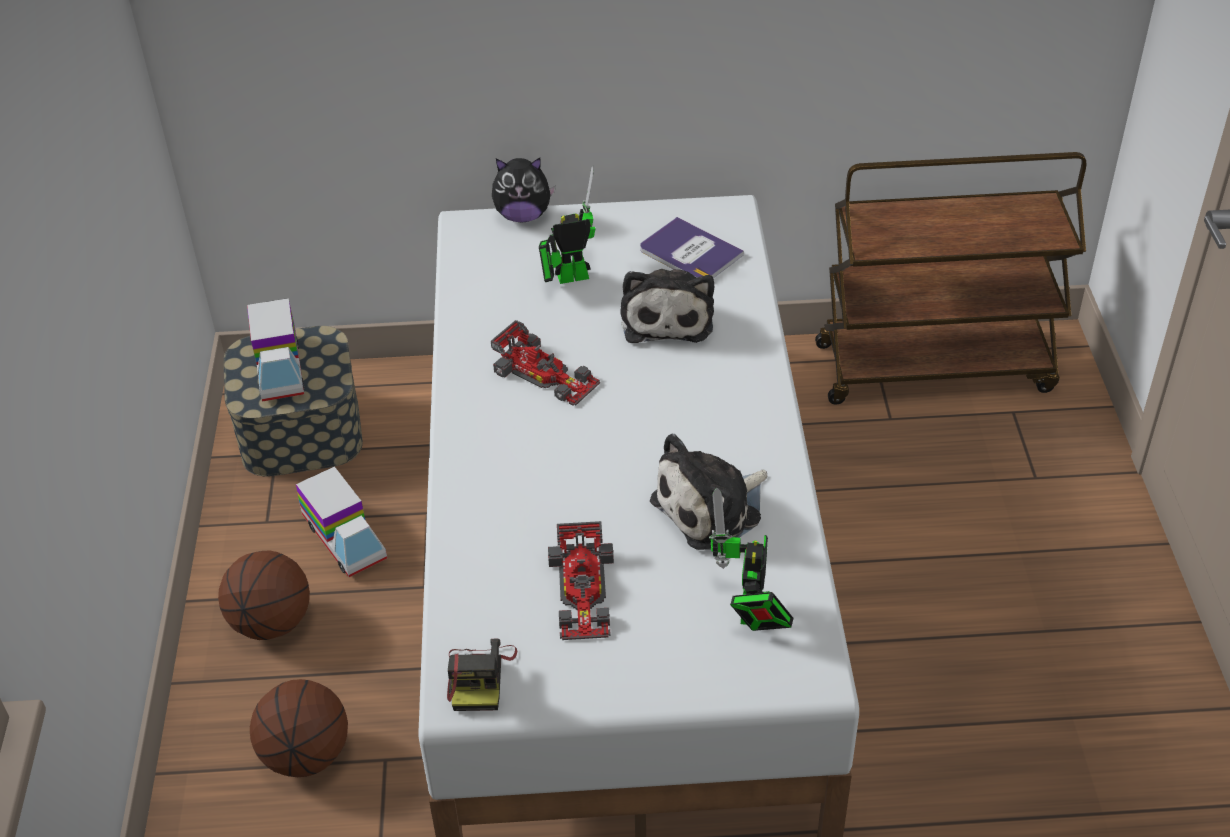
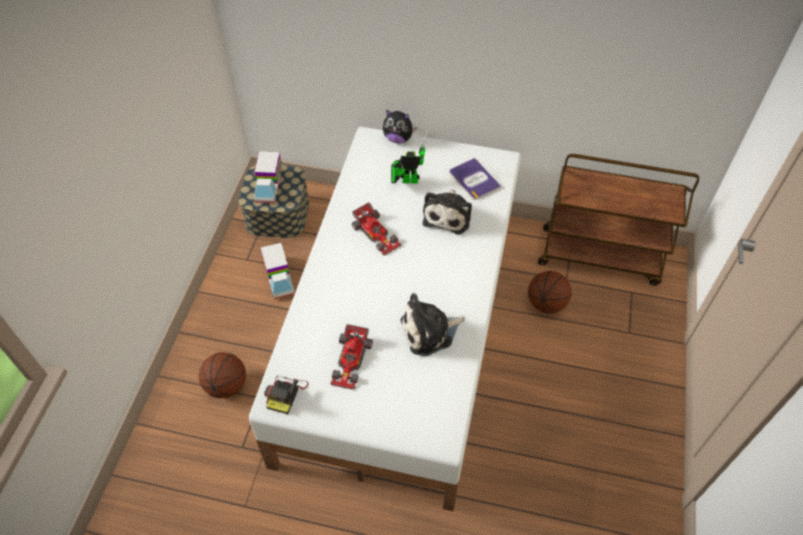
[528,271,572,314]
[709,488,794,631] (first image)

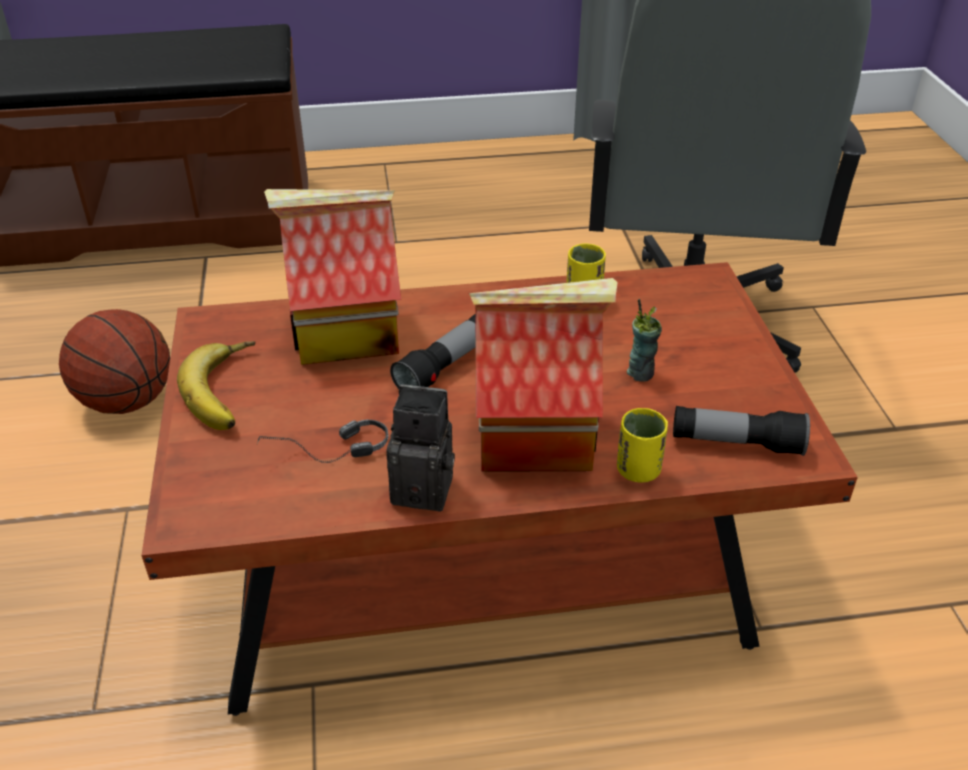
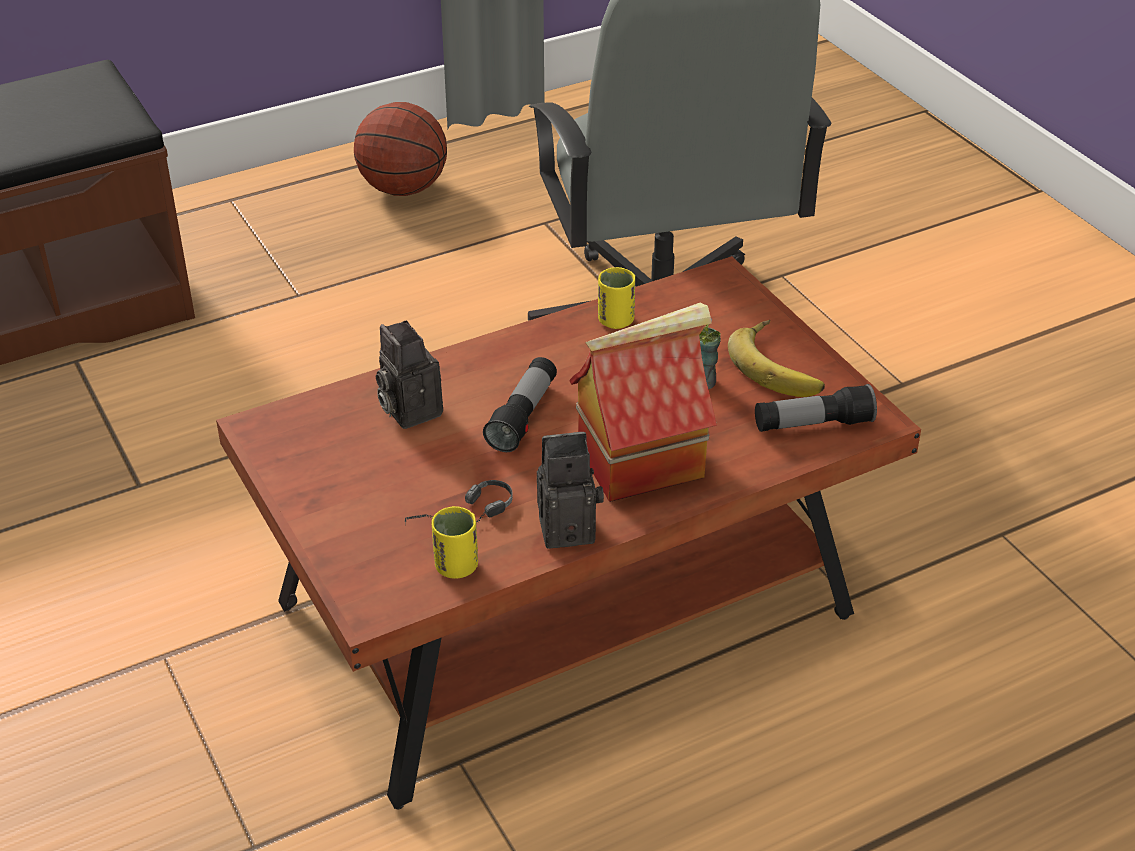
[354,102,447,196]
[728,320,825,397]
[376,320,443,429]
[432,506,478,579]

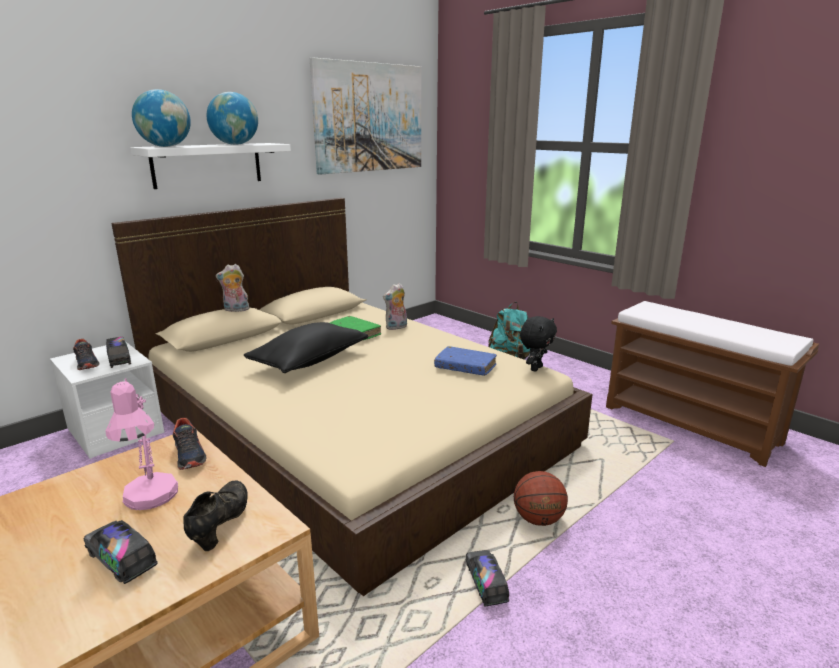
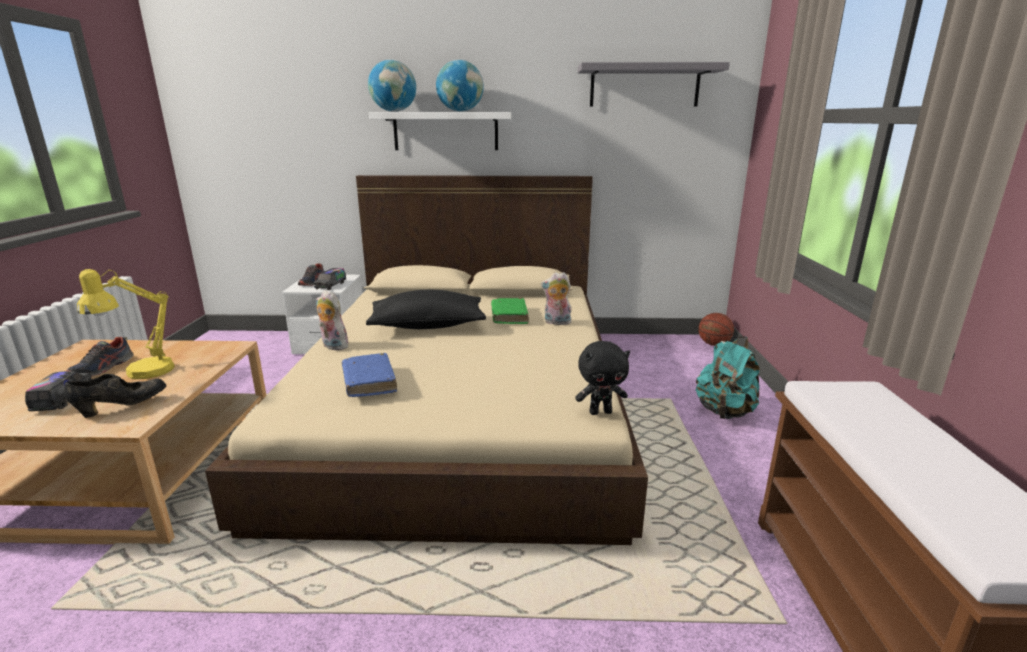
[77,269,174,379]
[66,337,134,377]
[316,290,349,350]
[577,62,730,106]
[342,353,397,397]
[465,550,509,606] (first image)
[699,313,734,346]

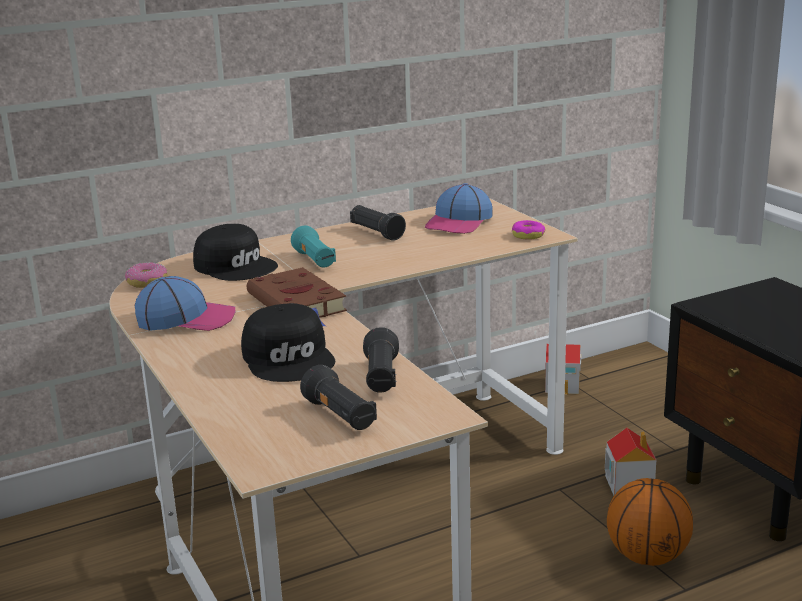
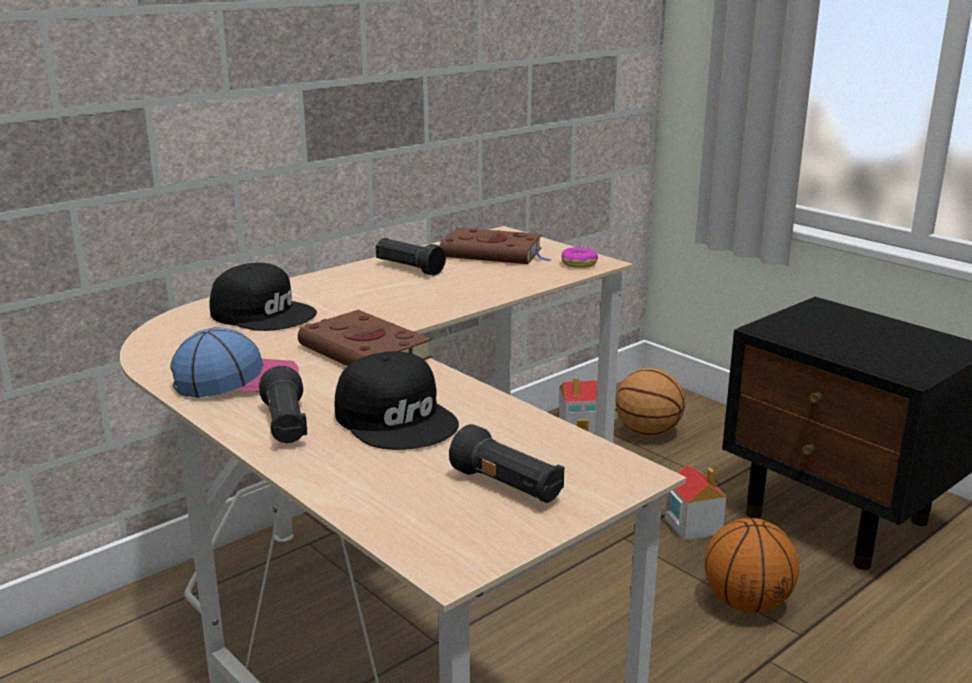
[125,262,167,288] (first image)
[291,225,336,268] (first image)
[259,366,308,443]
[440,227,552,264]
[616,368,685,437]

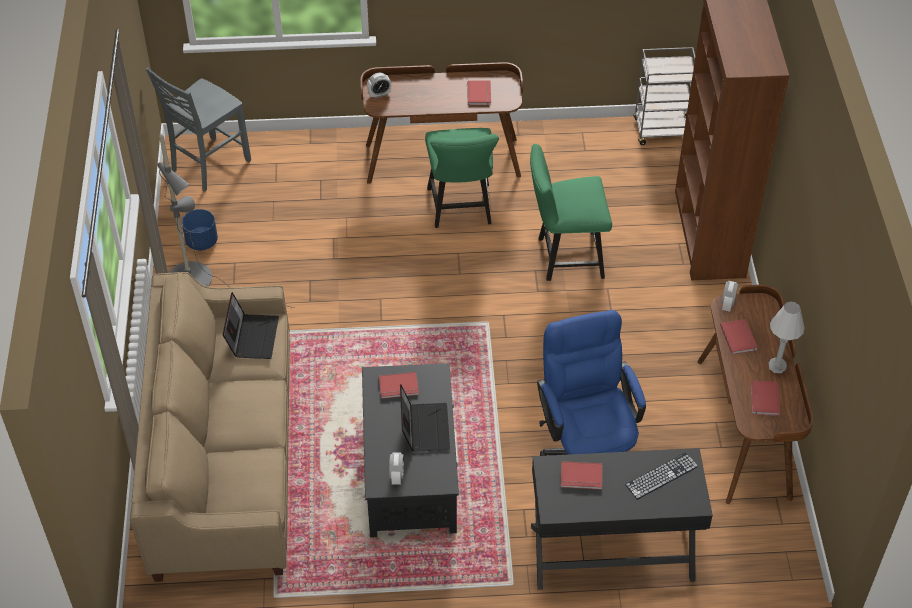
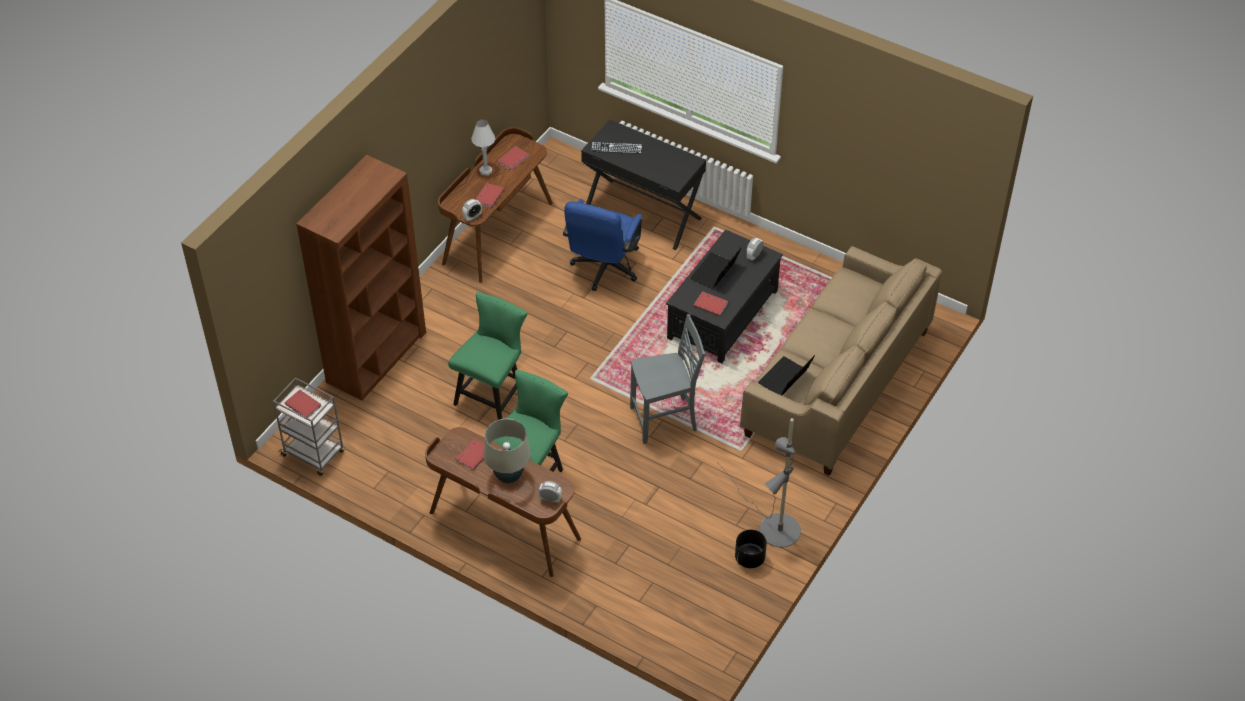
[630,314,705,444]
[735,529,767,568]
[448,292,527,420]
[285,390,321,418]
[484,419,531,483]

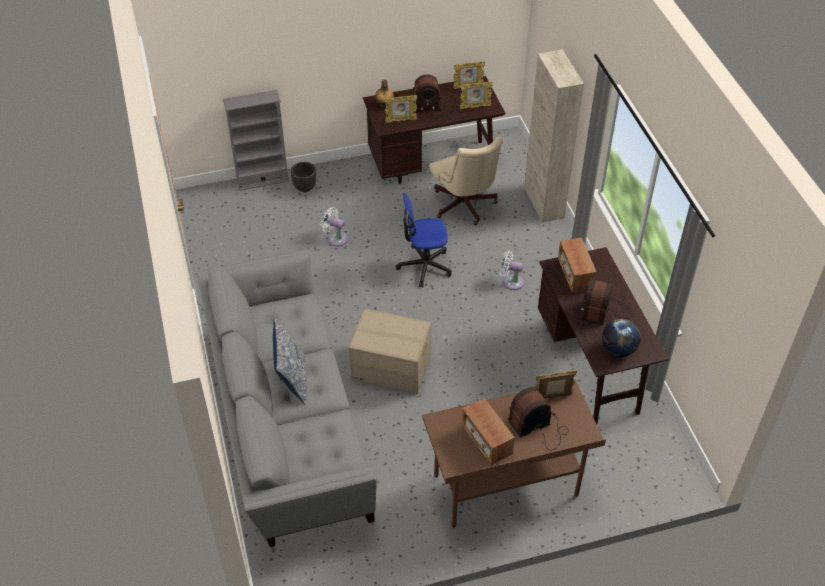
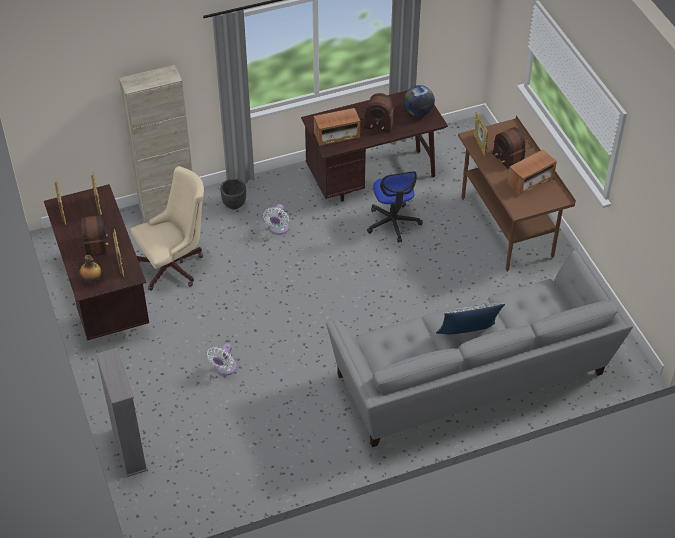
[220,179,246,209]
[348,309,431,394] (first image)
[367,171,423,243]

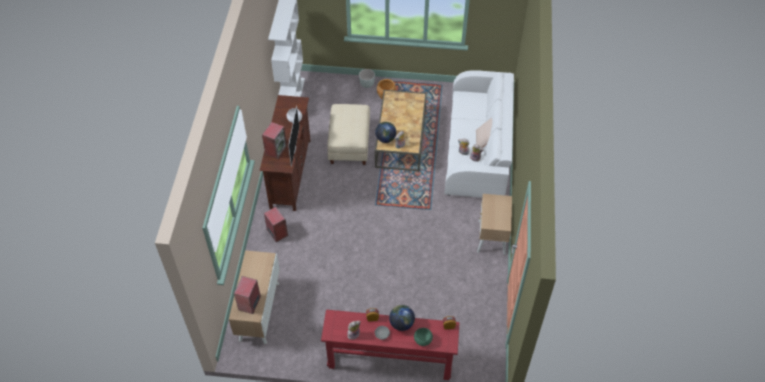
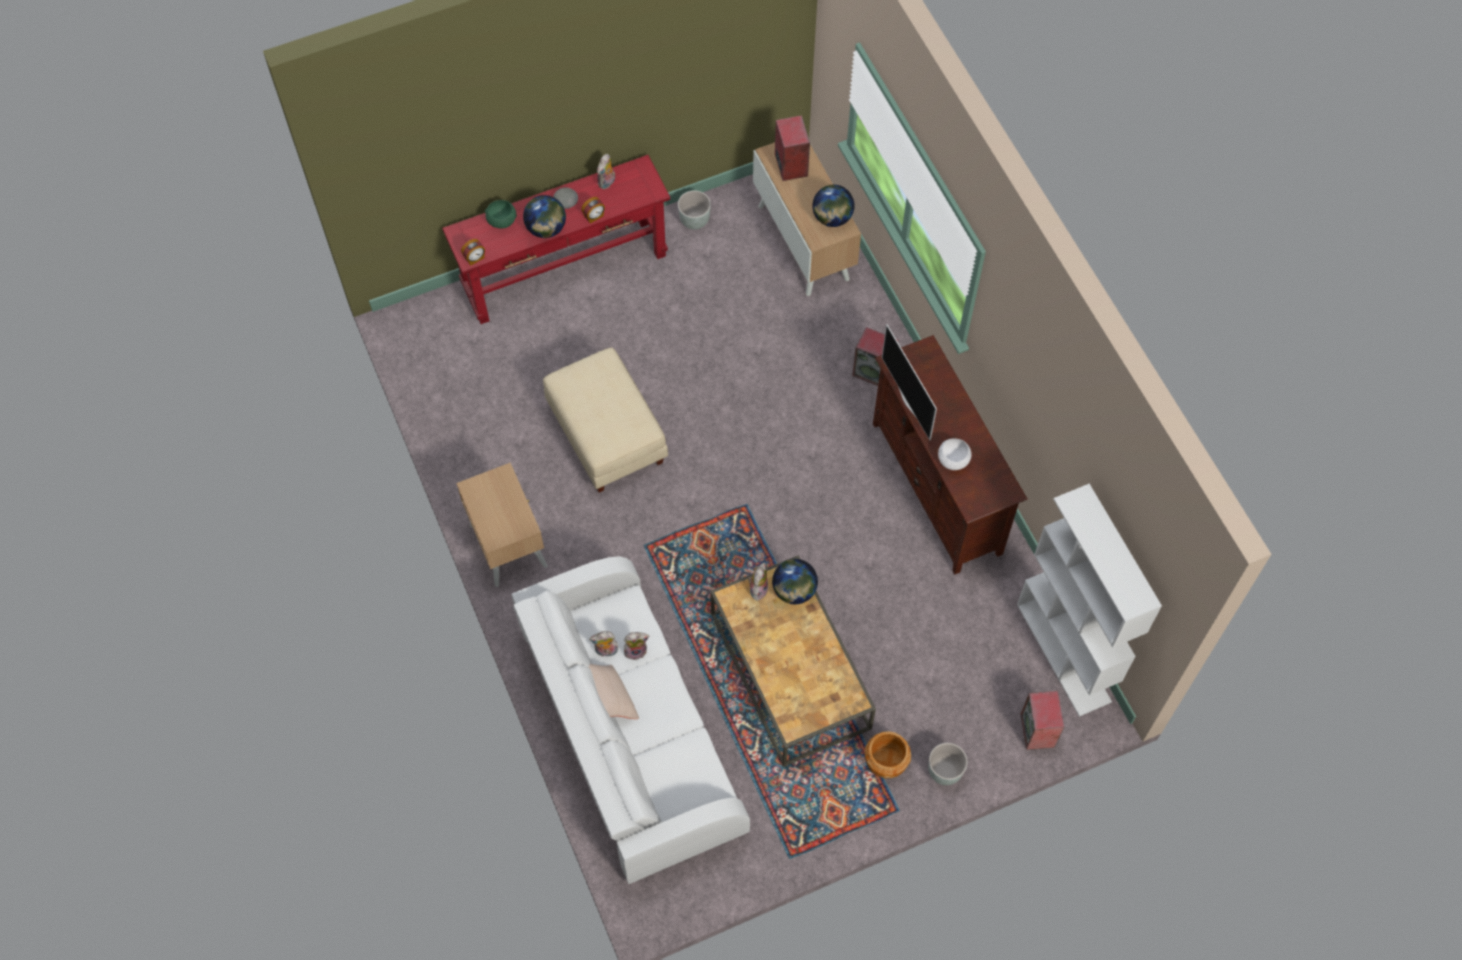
[1020,691,1064,750]
[543,347,668,493]
[678,191,711,230]
[812,185,855,227]

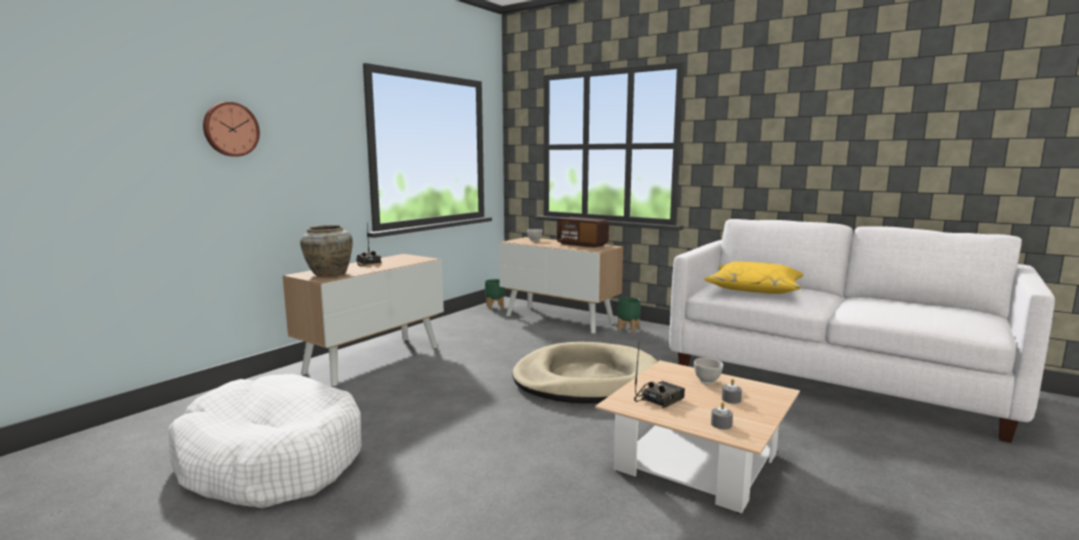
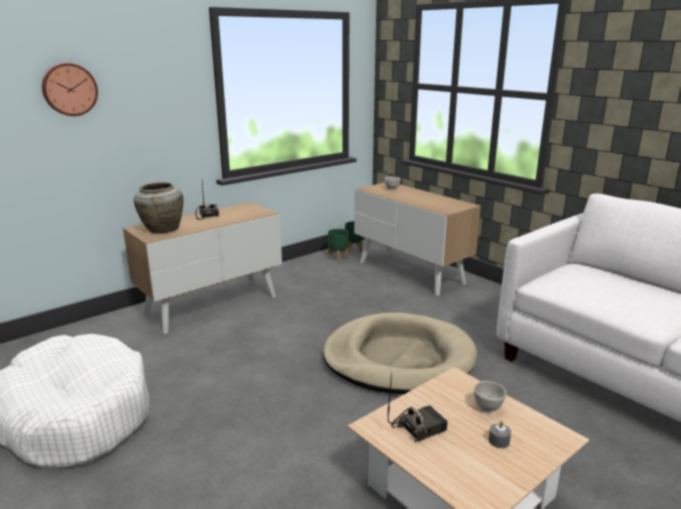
[557,217,609,248] (first image)
[328,229,348,262]
[704,261,804,294] (first image)
[711,402,733,430] (first image)

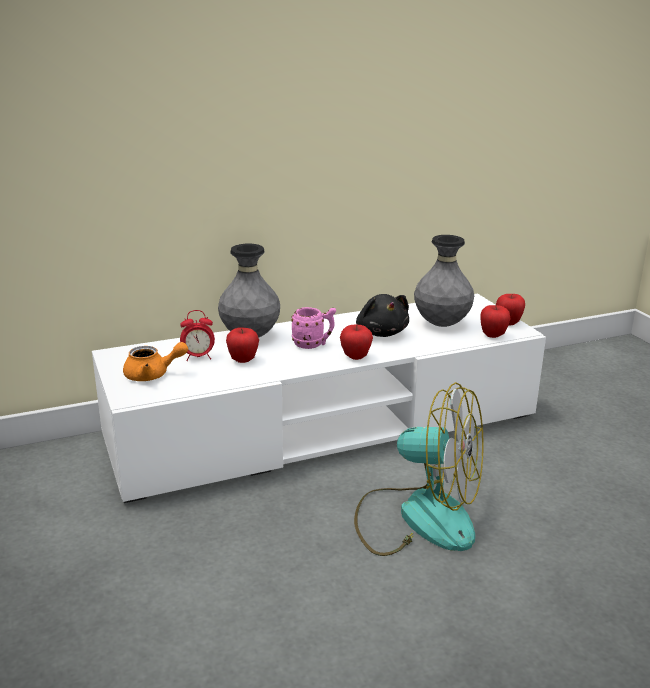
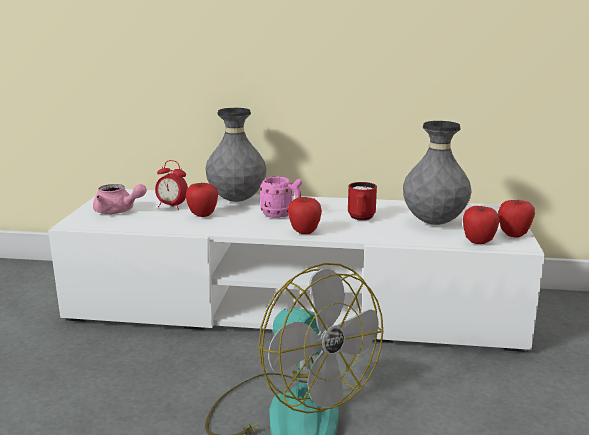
[93,184,147,214]
[348,182,377,220]

